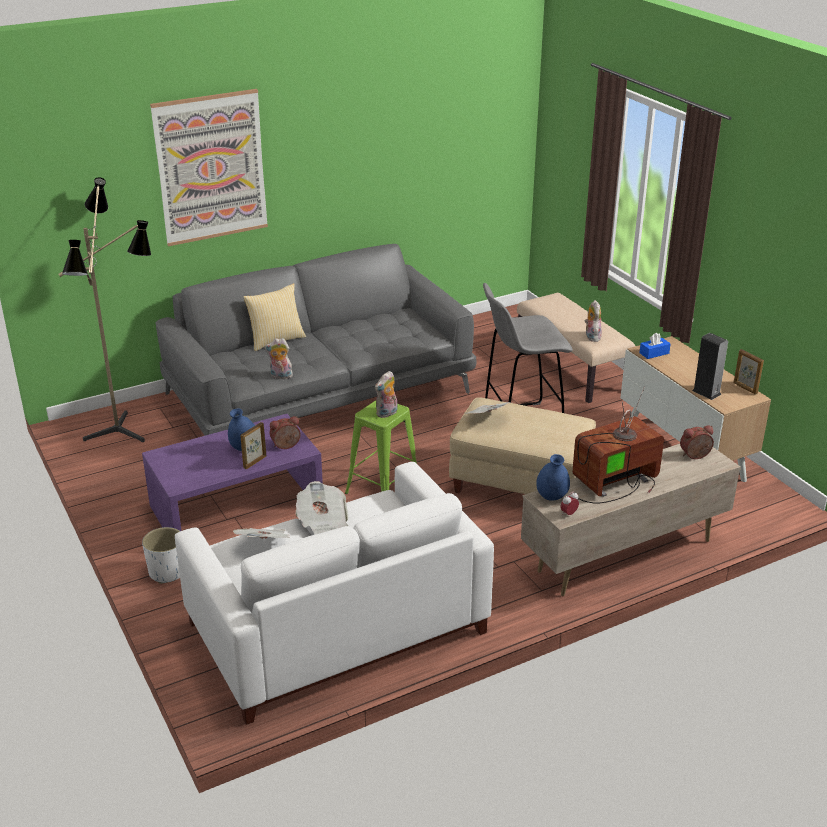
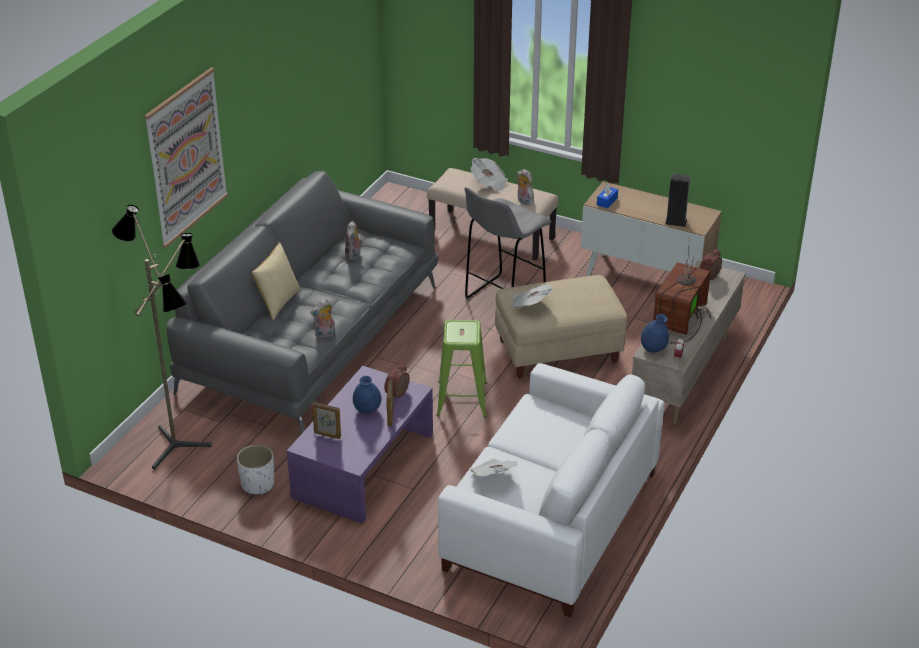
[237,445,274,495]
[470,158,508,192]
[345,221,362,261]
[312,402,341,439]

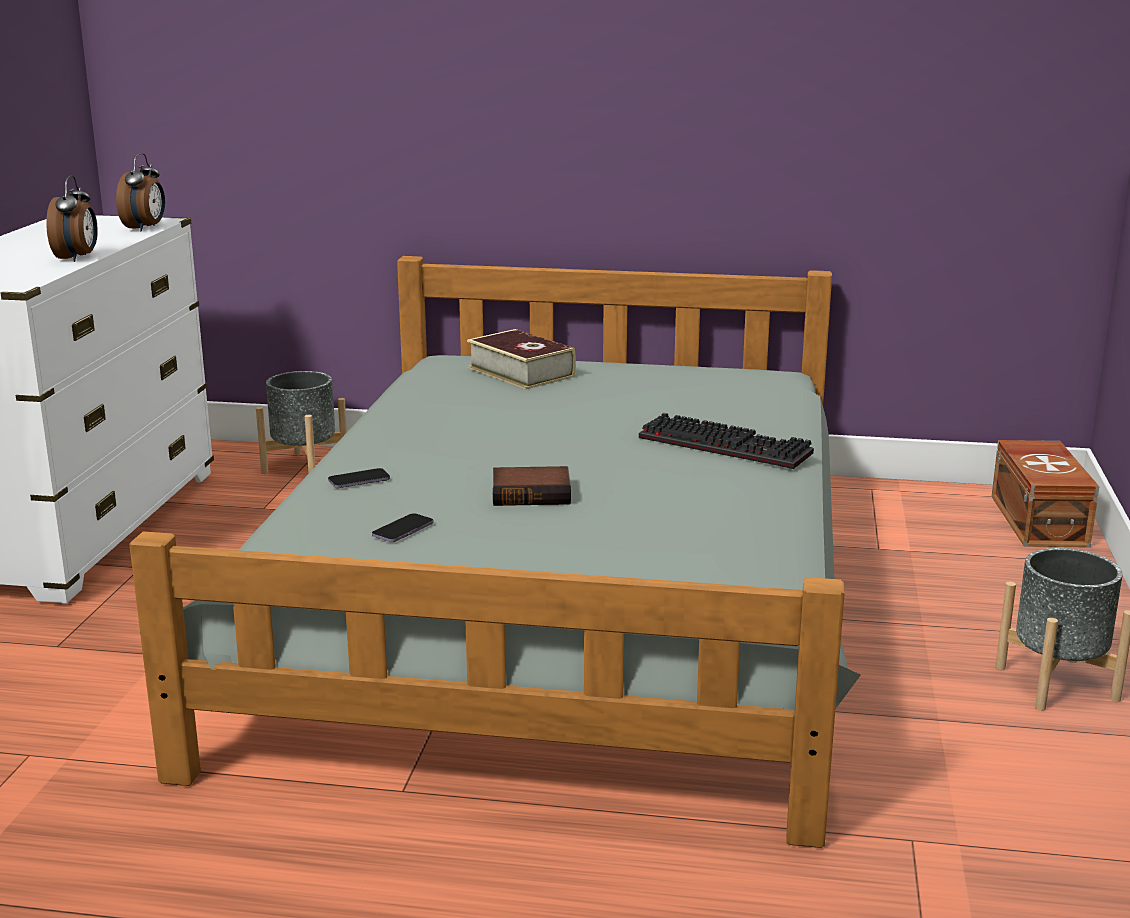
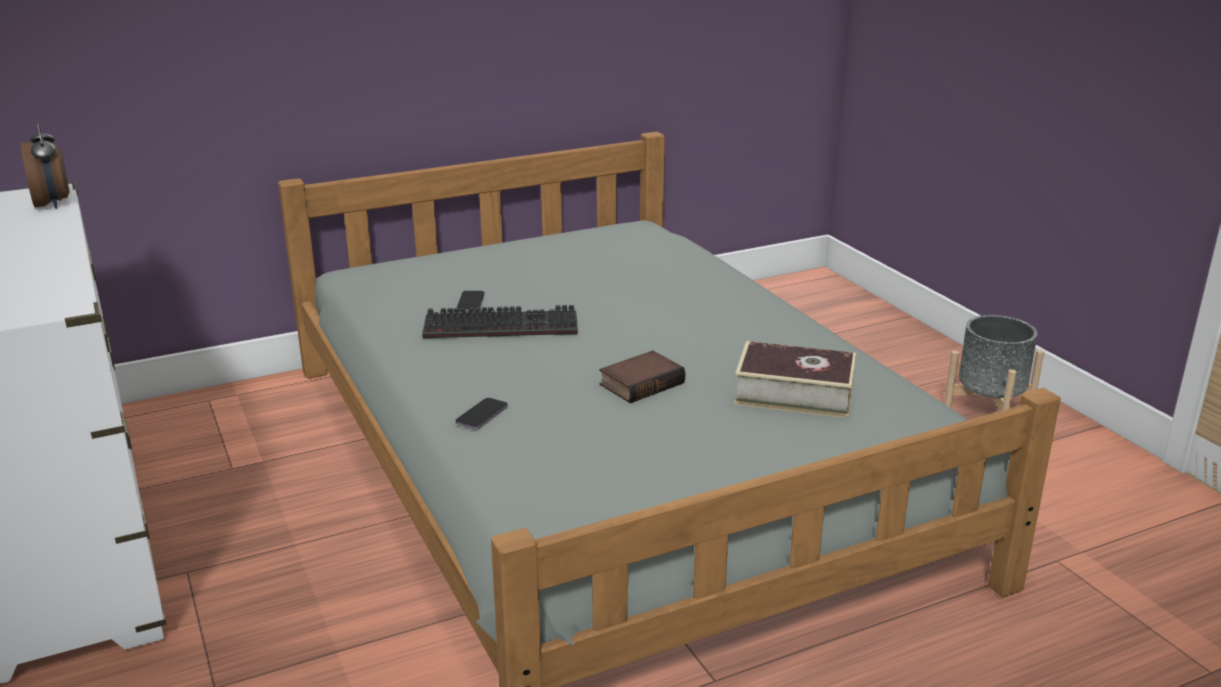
[46,175,98,262] (first image)
[256,371,347,474] (first image)
[457,291,485,312]
[734,341,856,418]
[422,305,578,338]
[991,440,1099,548] (first image)

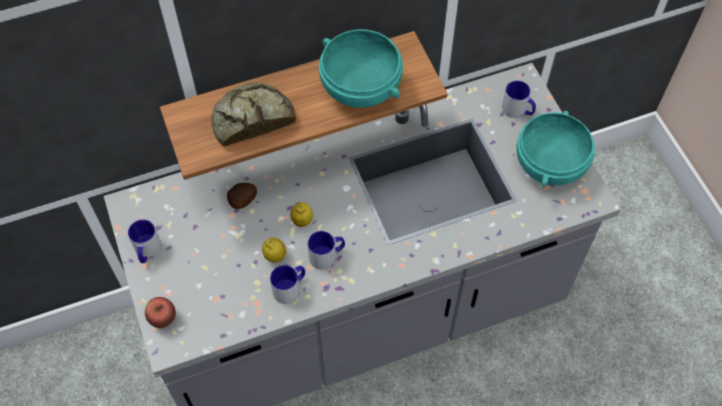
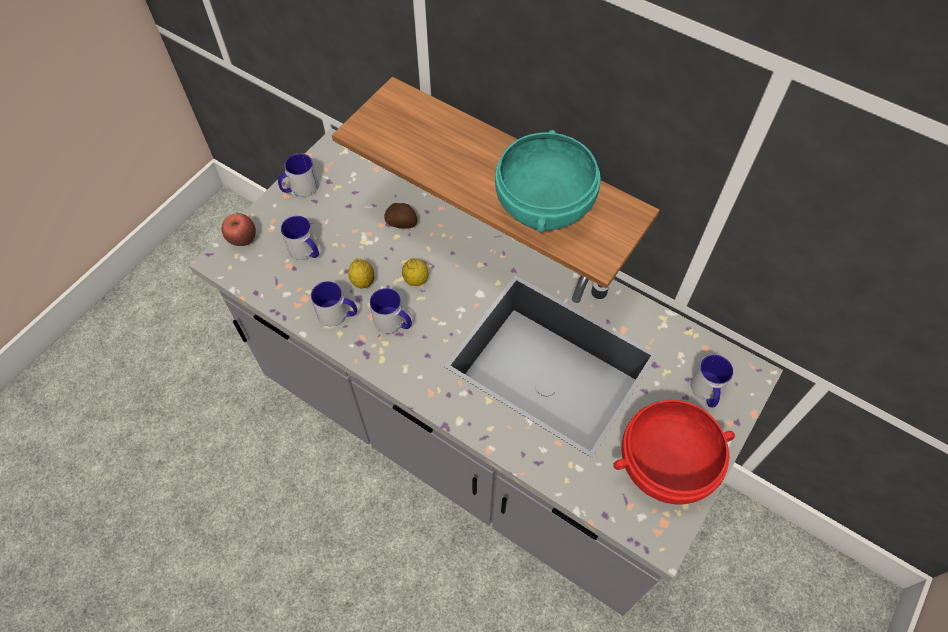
[211,83,296,146] (first image)
[613,400,735,504]
[281,216,319,260]

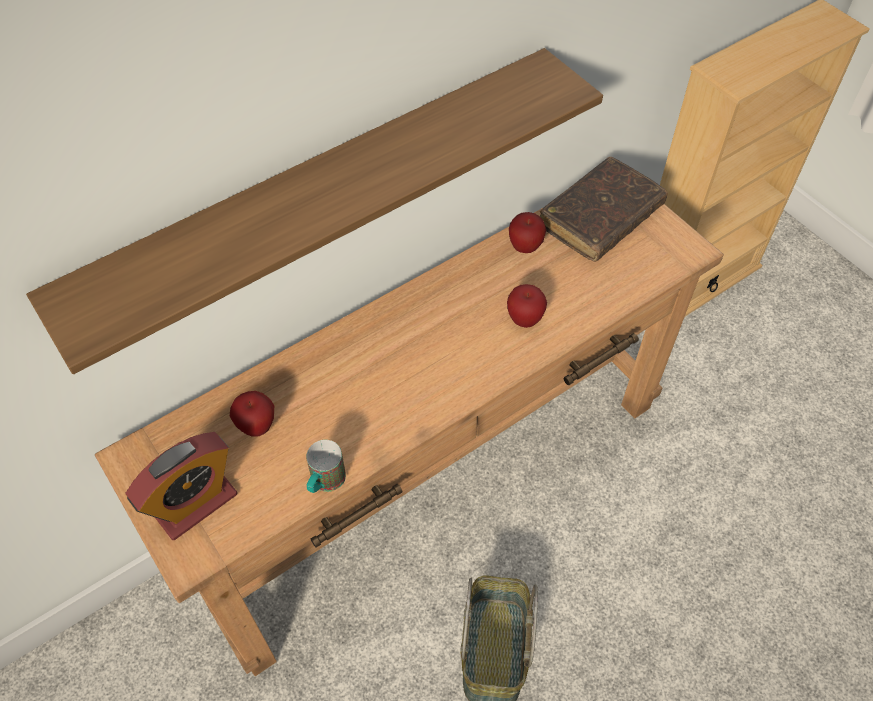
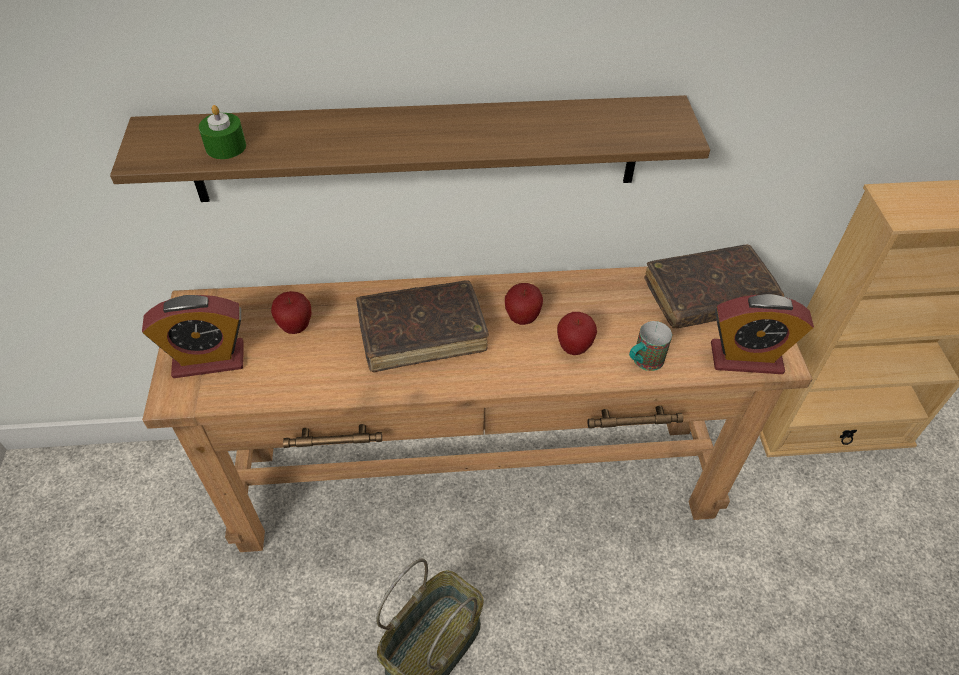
[629,321,672,371]
[505,283,543,325]
[199,105,246,159]
[356,280,489,373]
[711,294,814,374]

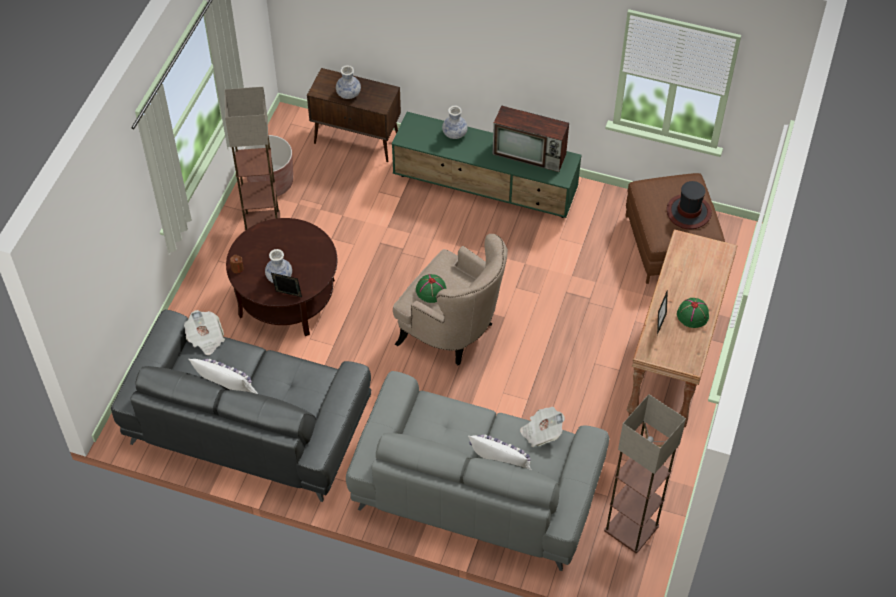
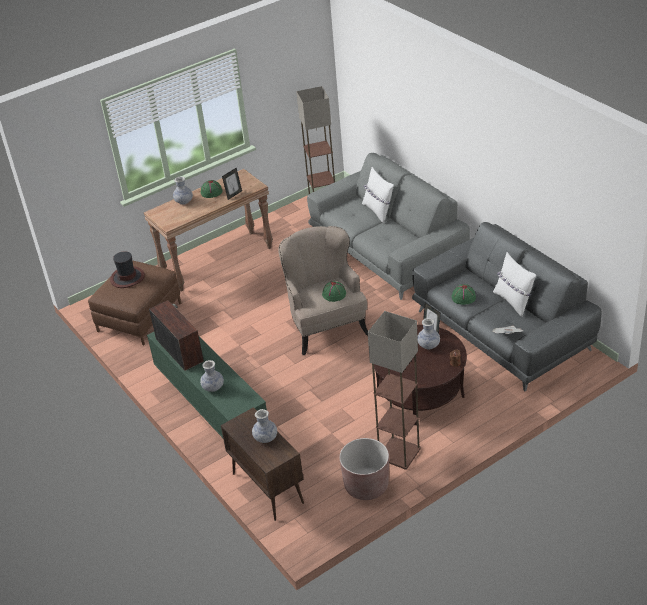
[520,407,565,447] (first image)
[173,176,193,205]
[451,284,476,305]

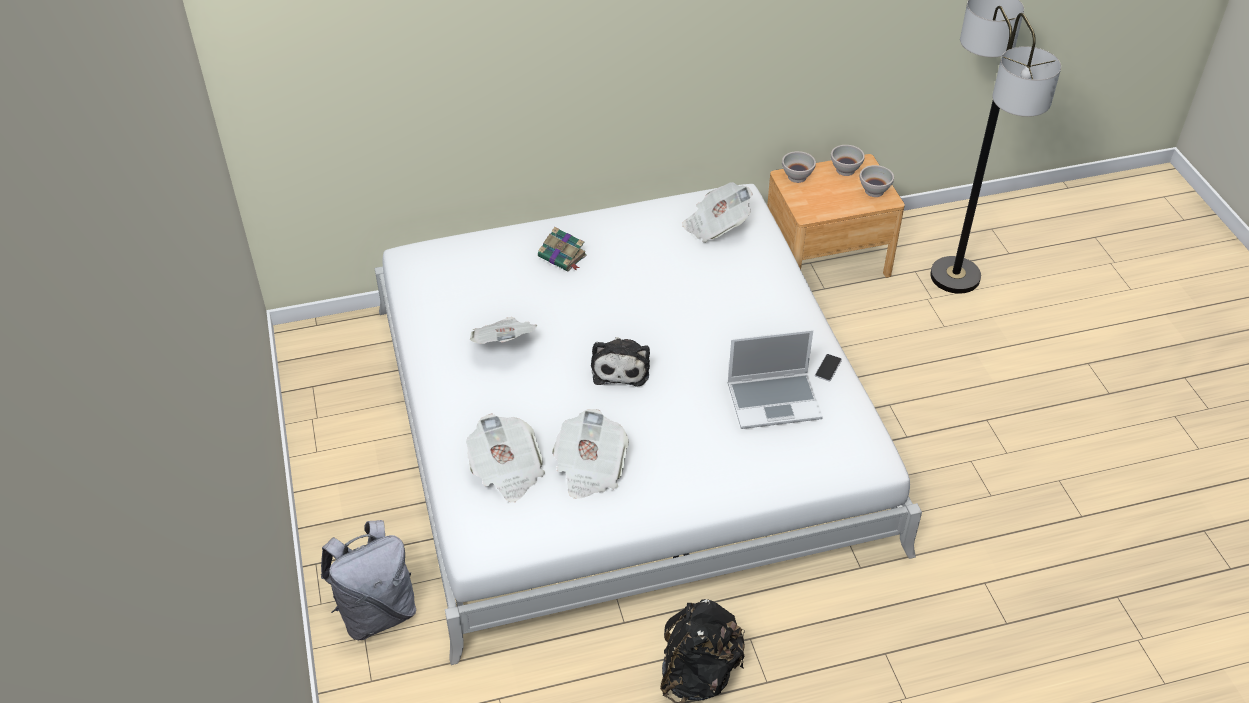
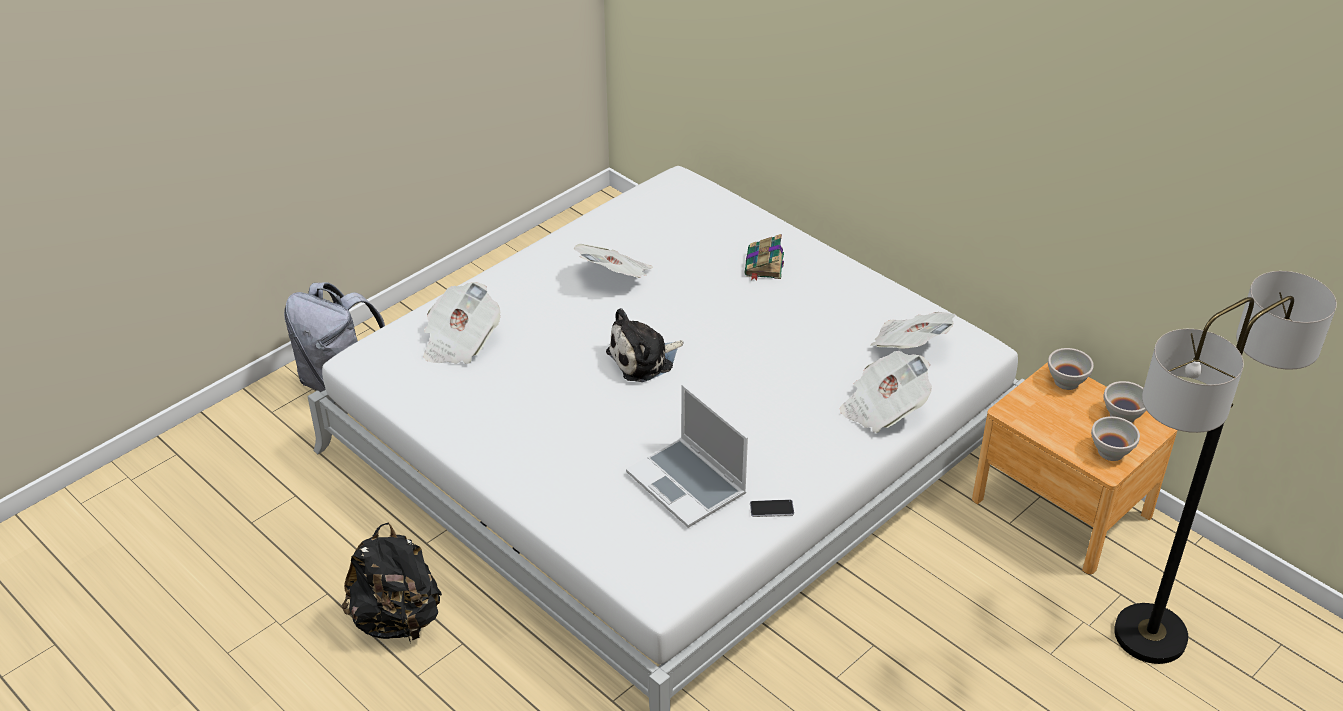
[840,351,932,433]

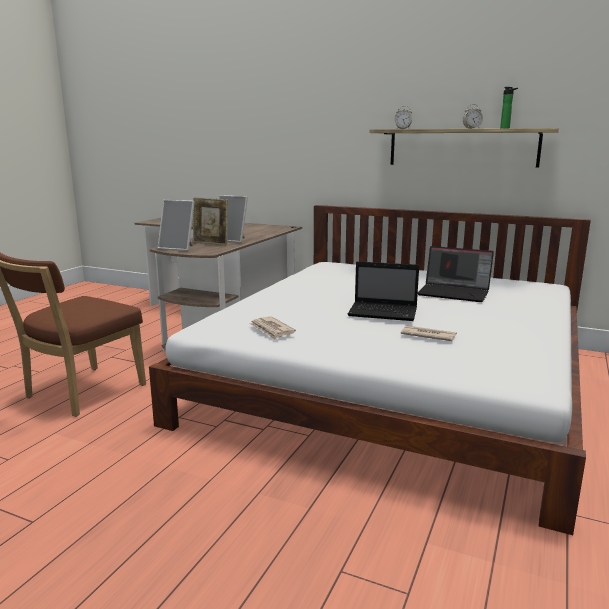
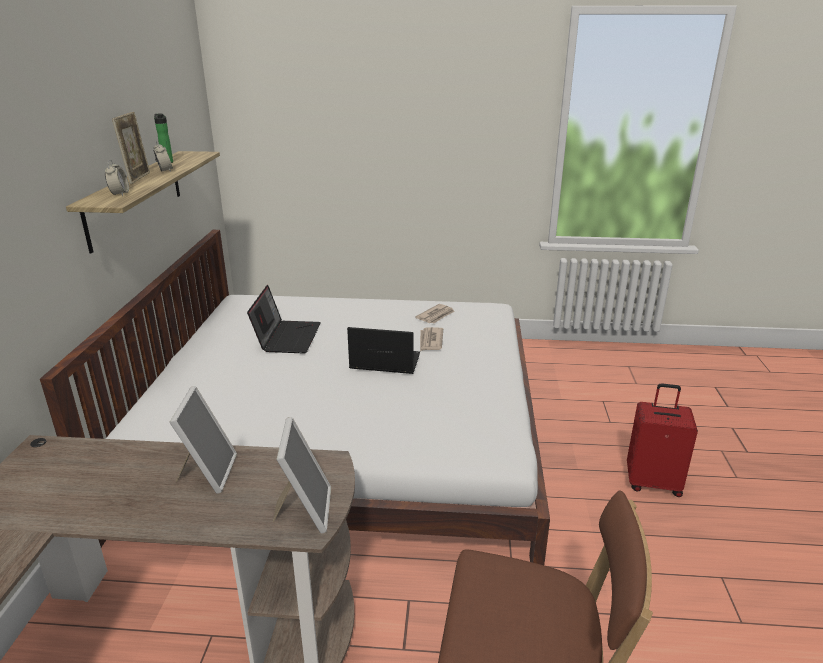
[112,112,150,184]
[415,304,455,323]
[347,327,420,374]
[627,383,698,497]

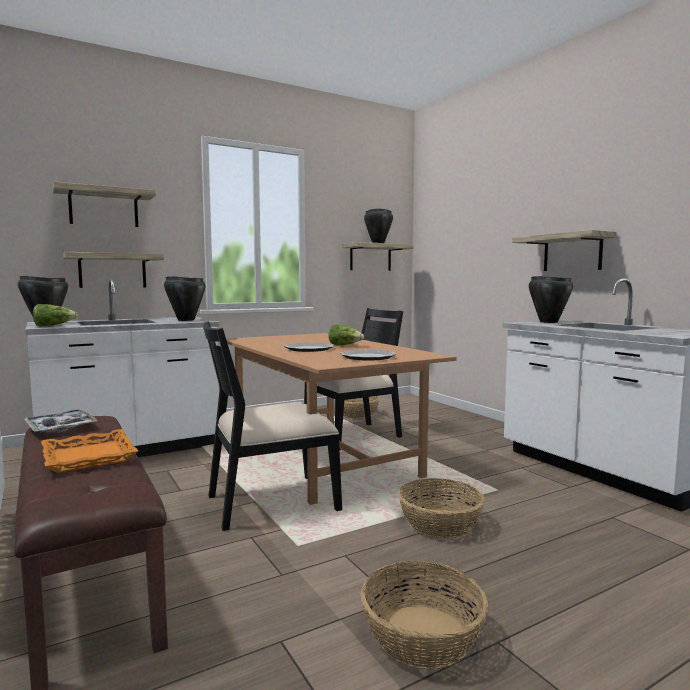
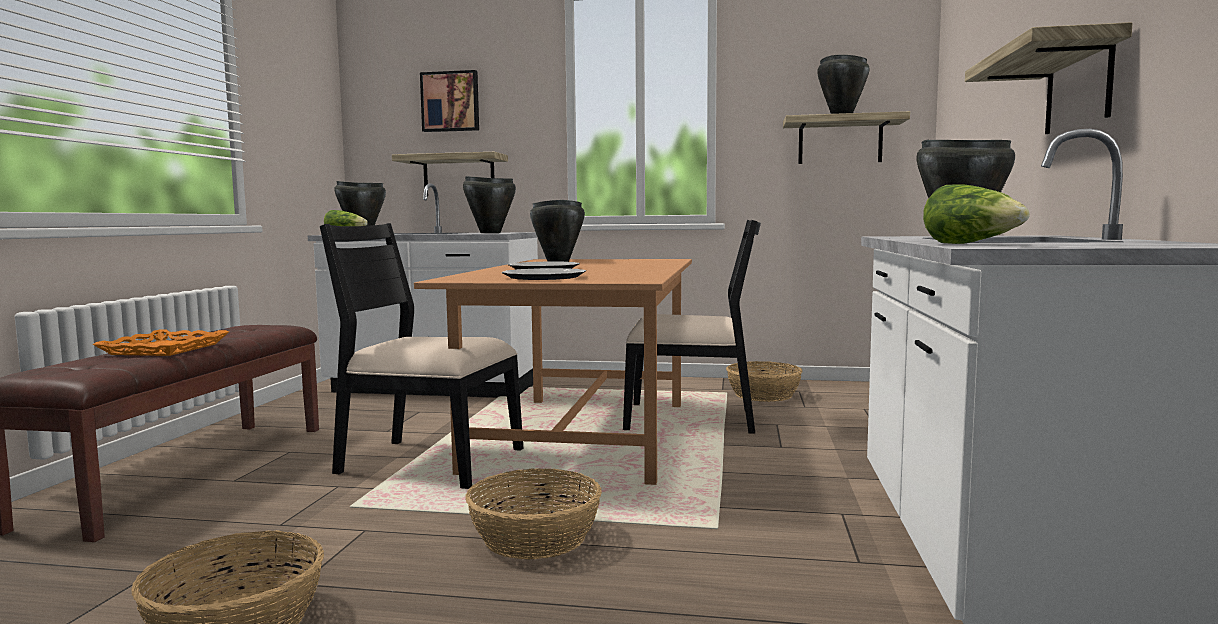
[24,409,98,433] (first image)
[420,70,479,132]
[923,184,1030,244]
[530,200,585,262]

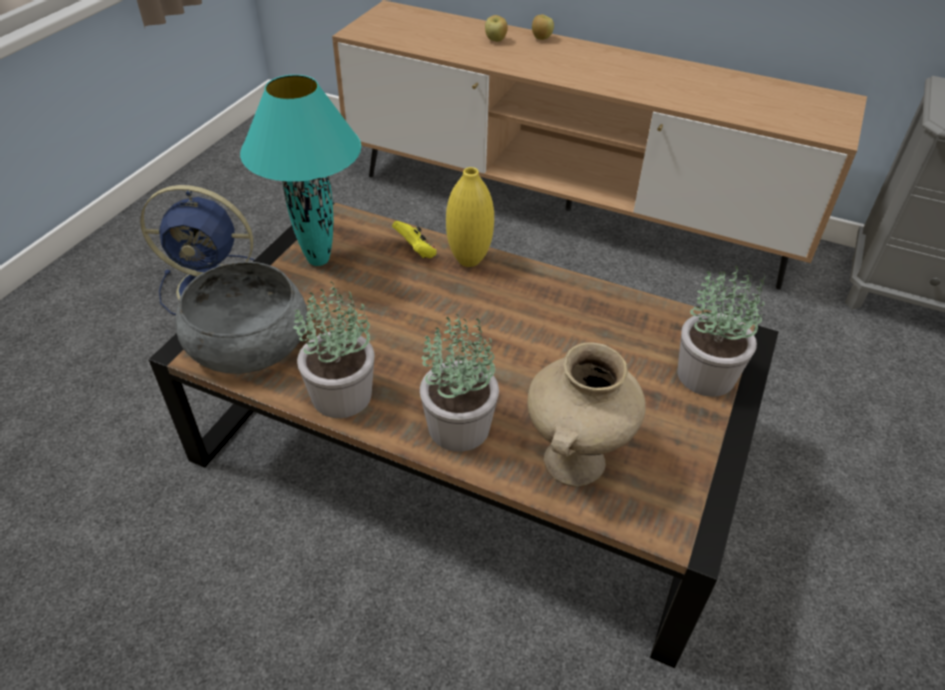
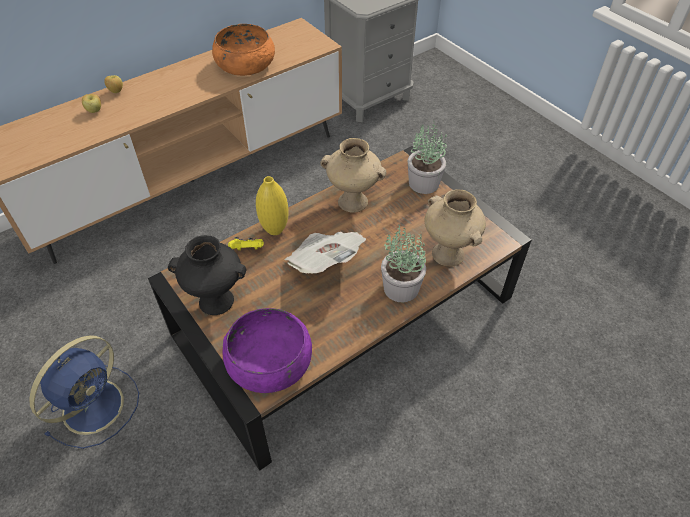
[222,308,312,393]
[168,235,247,315]
[293,282,375,418] (first image)
[212,24,275,76]
[284,232,366,274]
[320,138,387,213]

